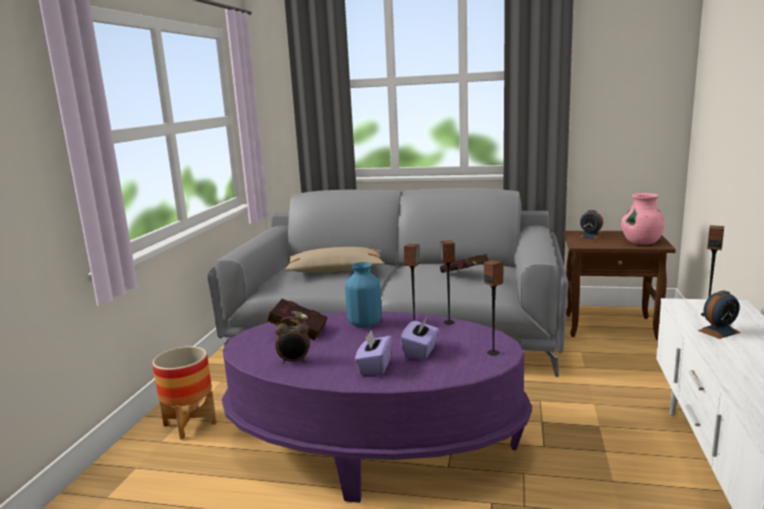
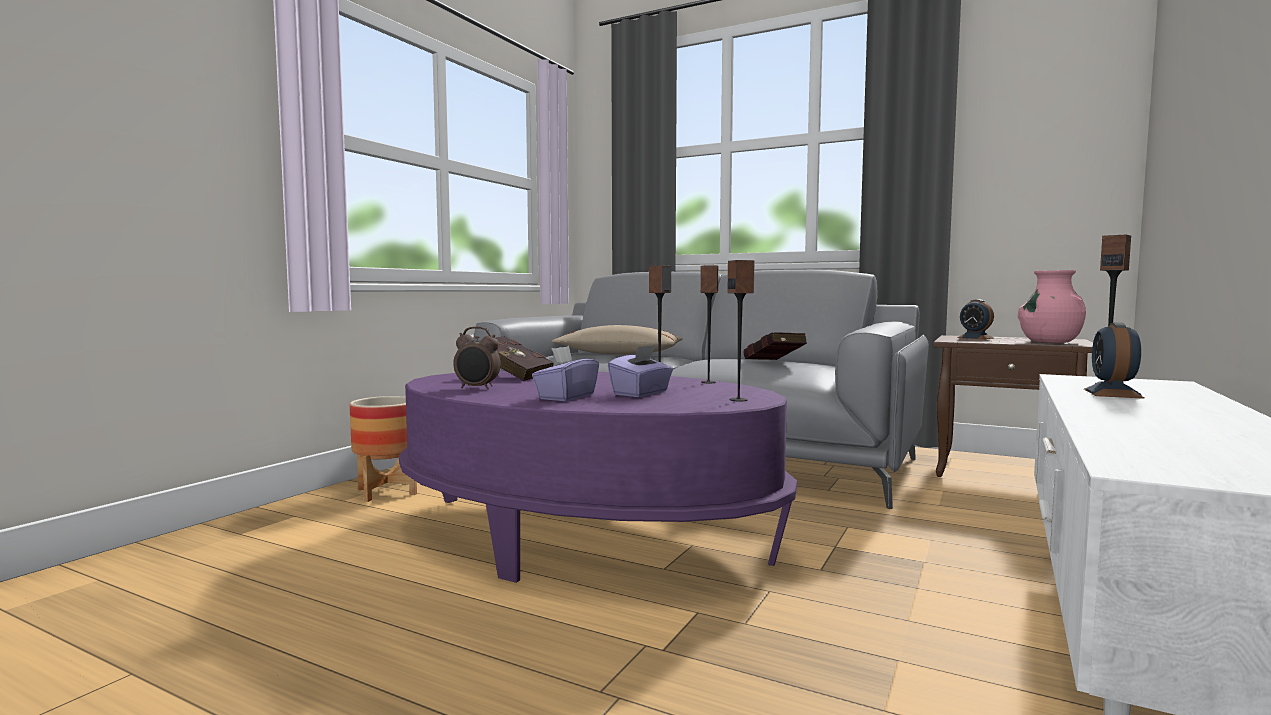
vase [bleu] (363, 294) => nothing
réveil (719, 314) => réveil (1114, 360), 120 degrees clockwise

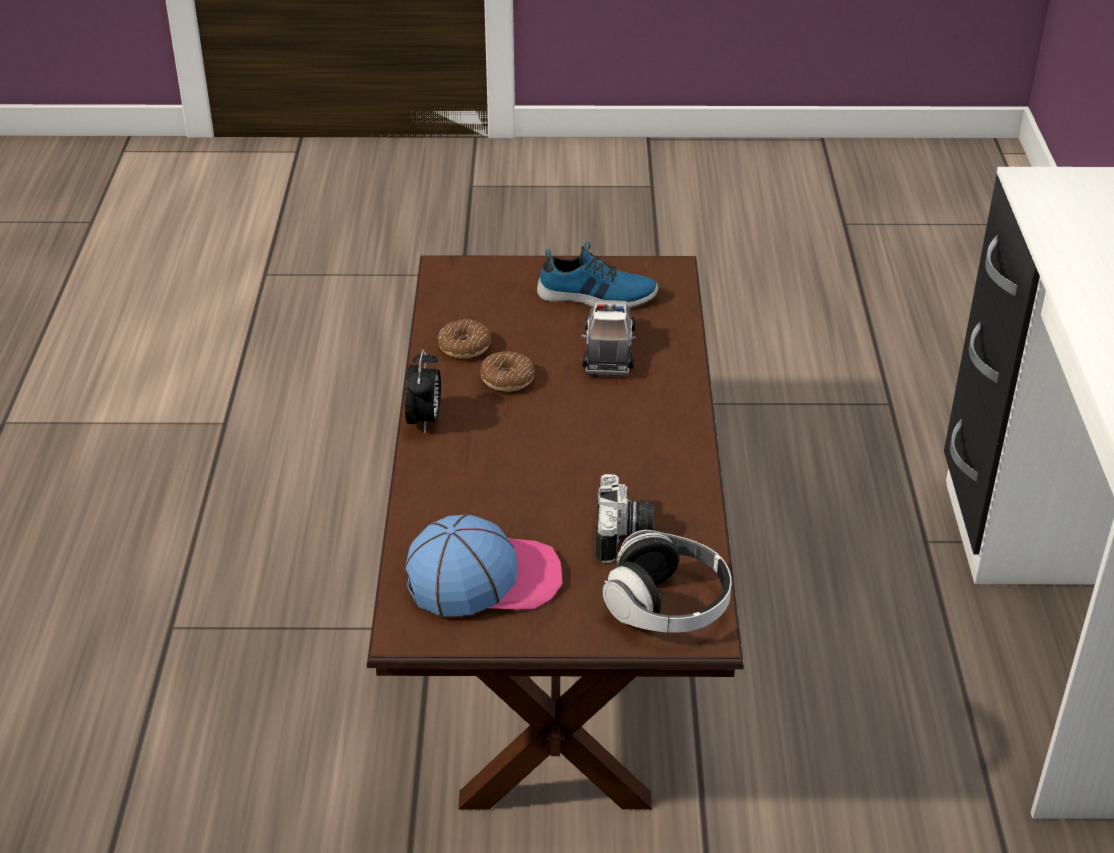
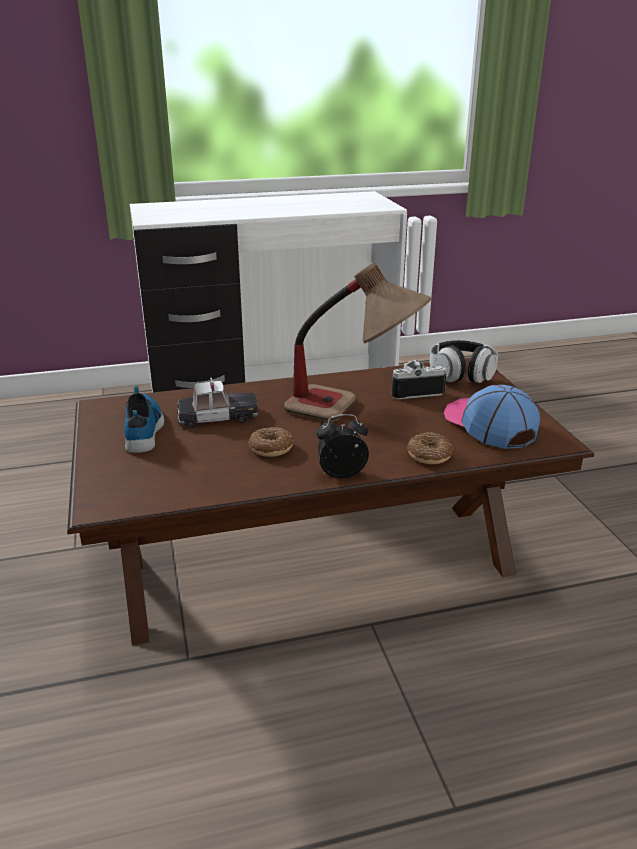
nothing => lampe de table (357, 342)
beignet (464, 339) => beignet (430, 448), moved

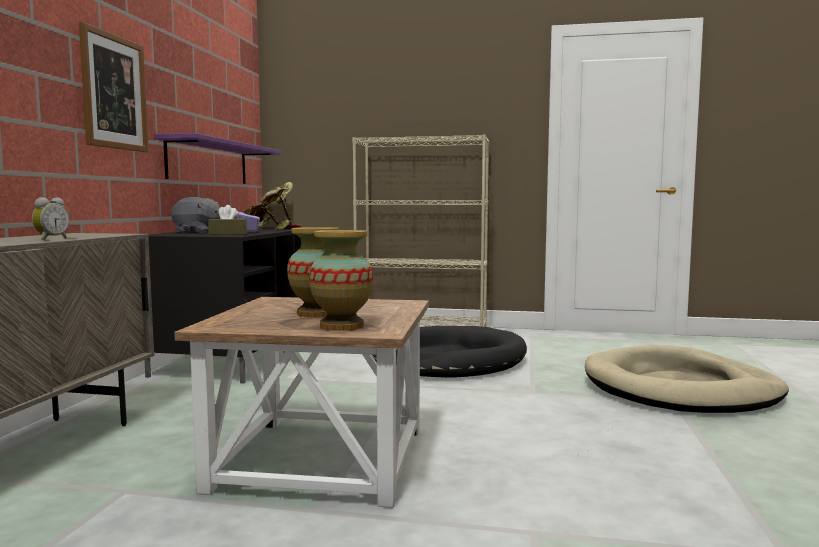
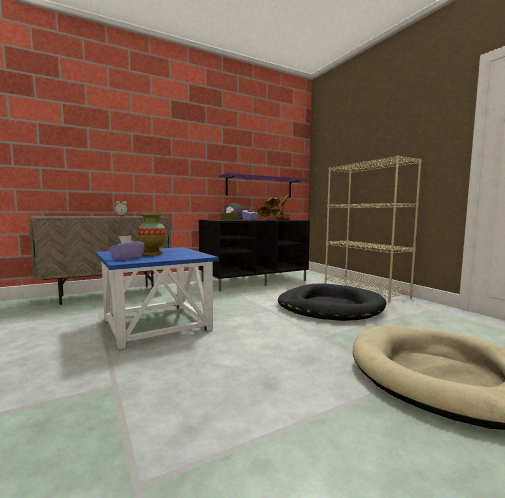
tableau (114, 87) => nothing
vase (341, 280) => boîte à mouchoirs [violet] (127, 247)
table d'appoint [marron] (301, 402) => table d'appoint [bleu] (157, 298)

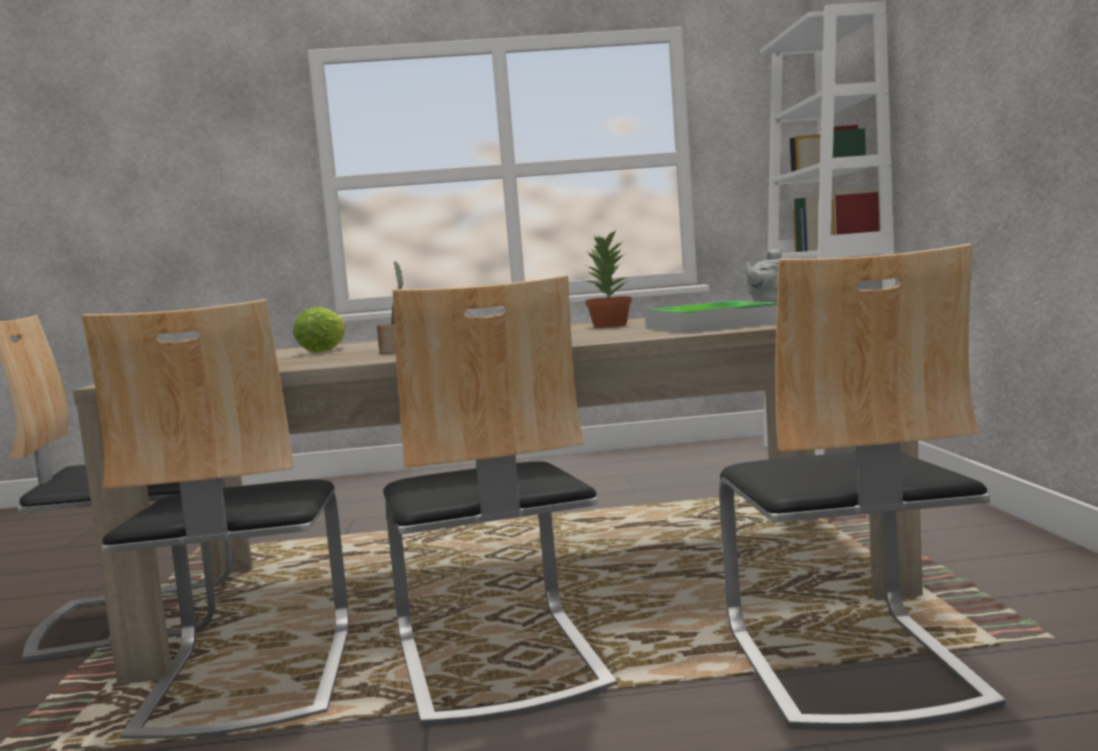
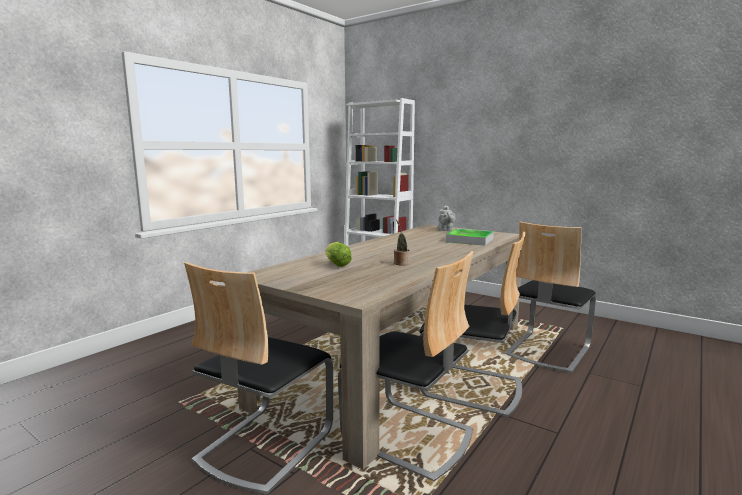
plante en pot (608, 279) => nothing
chaise (862, 486) => chaise (550, 297), 90 degrees clockwise

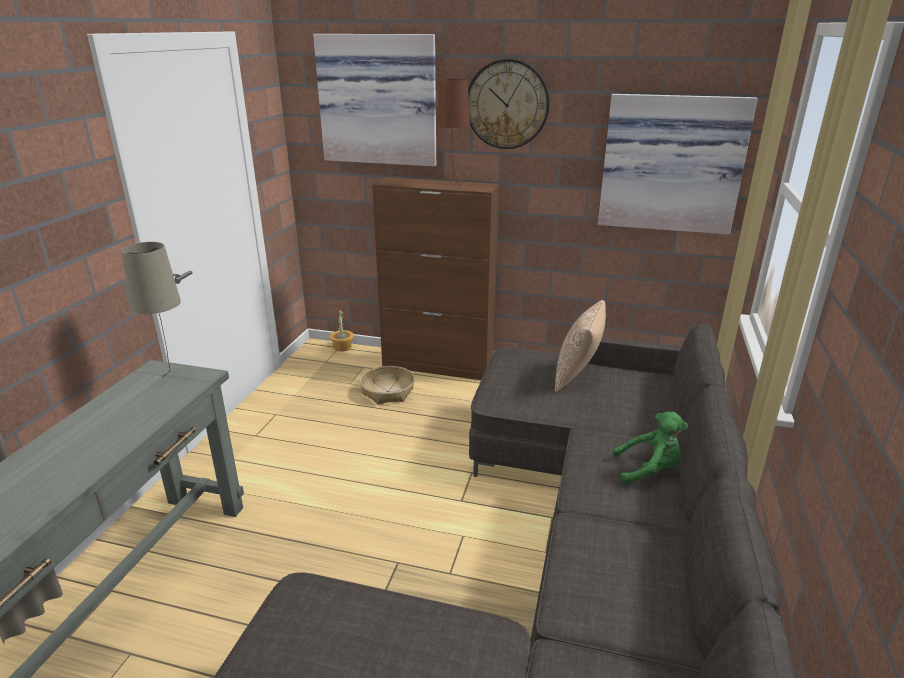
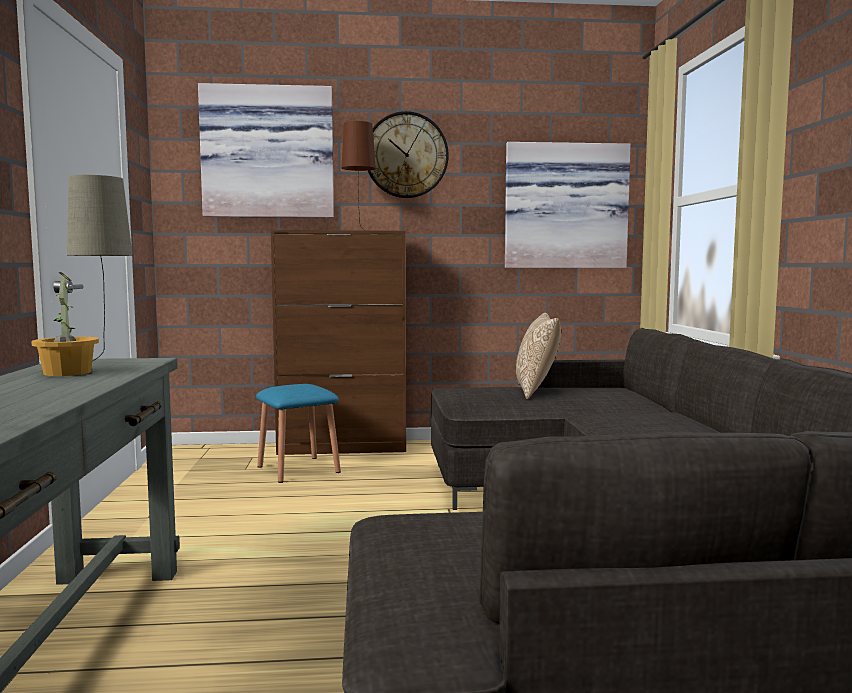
peluche [vert] (650, 448) => nothing
plante en pot (342, 330) => plante en pot (65, 324), moved
panier (387, 385) => tabouret [bleu] (298, 433)

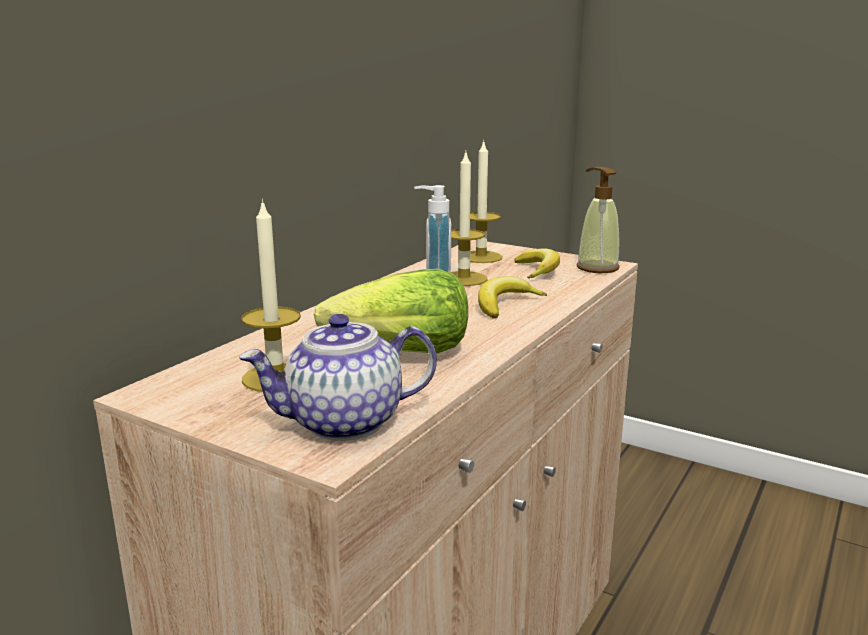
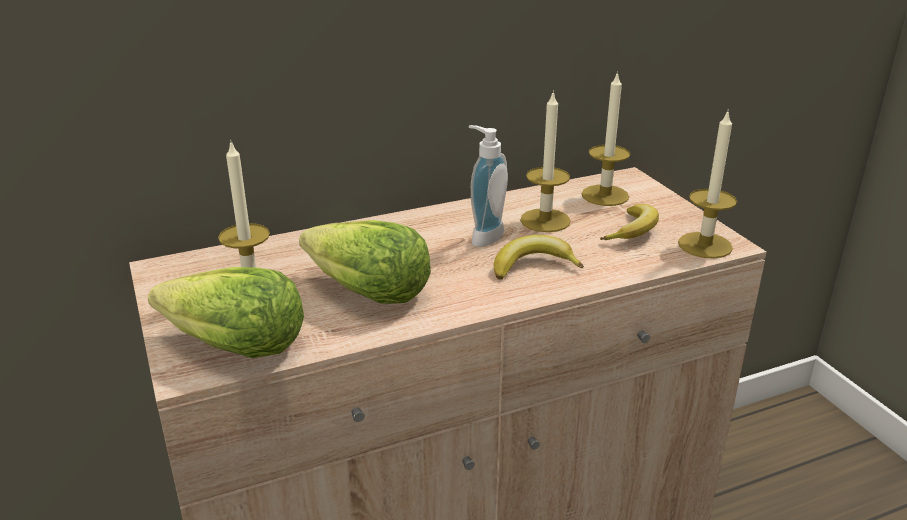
théière (338, 377) => laitue (226, 312)
distributeur de savon (598, 220) => bougie (707, 184)

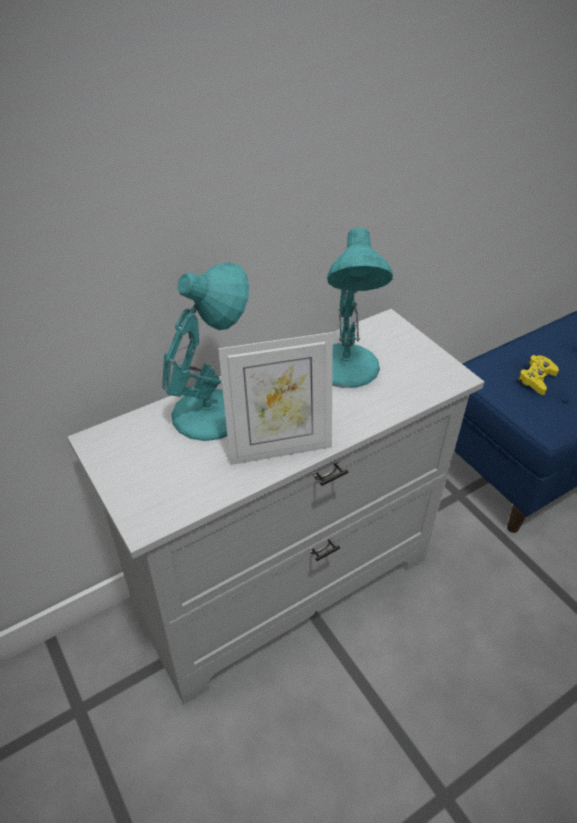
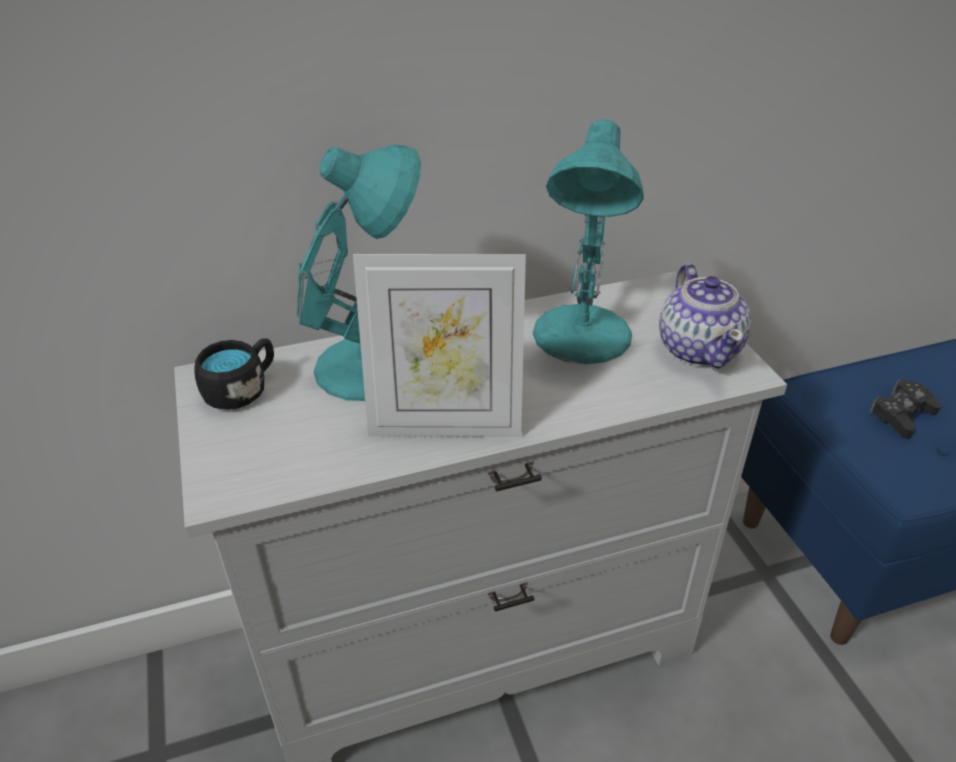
nothing => mug [noir] (234, 374)
nothing => théière (705, 316)
manette [jaune] (538, 375) => manette [noir] (904, 409)

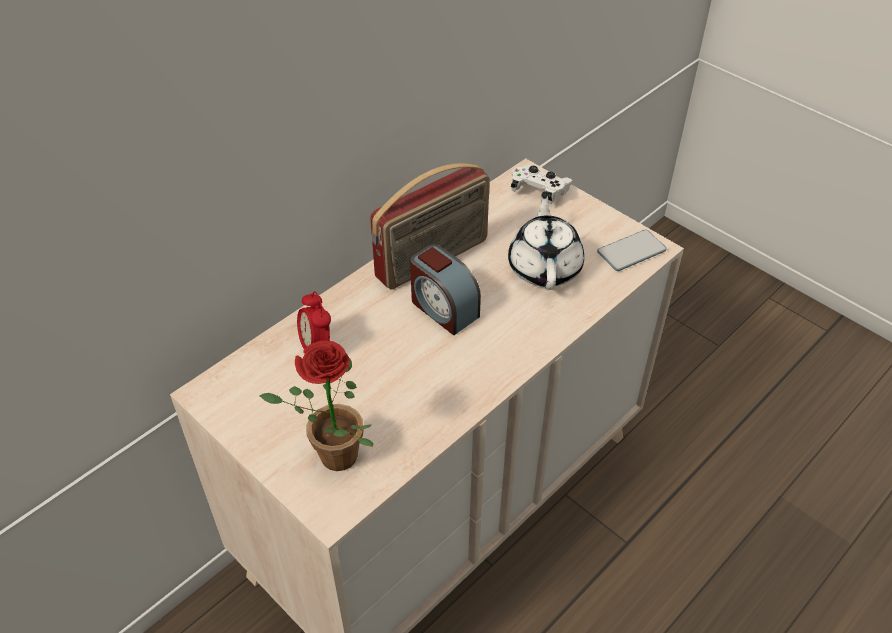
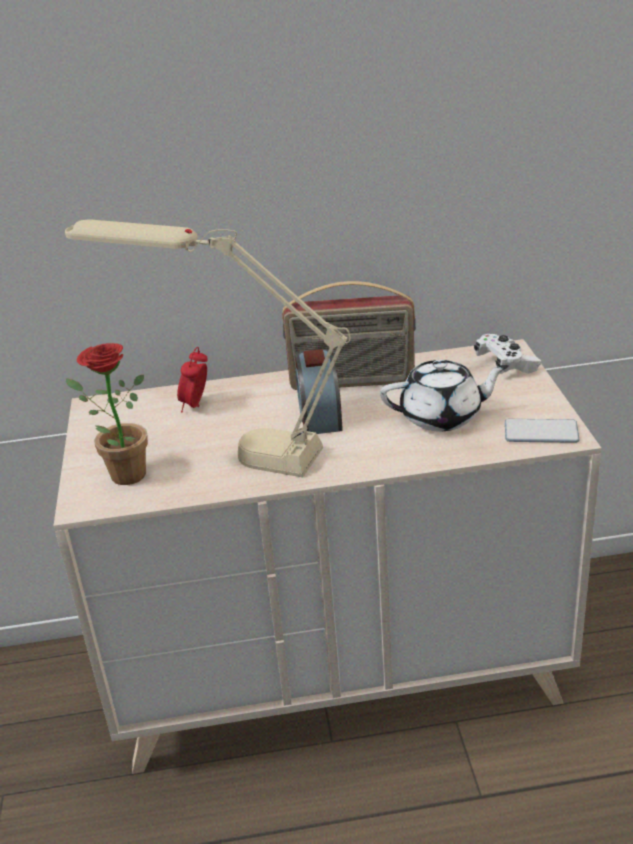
nothing => lampe de table [beige] (208, 348)
théière [blanc] (546, 241) => théière [blanc] (444, 395), 45 degrees clockwise

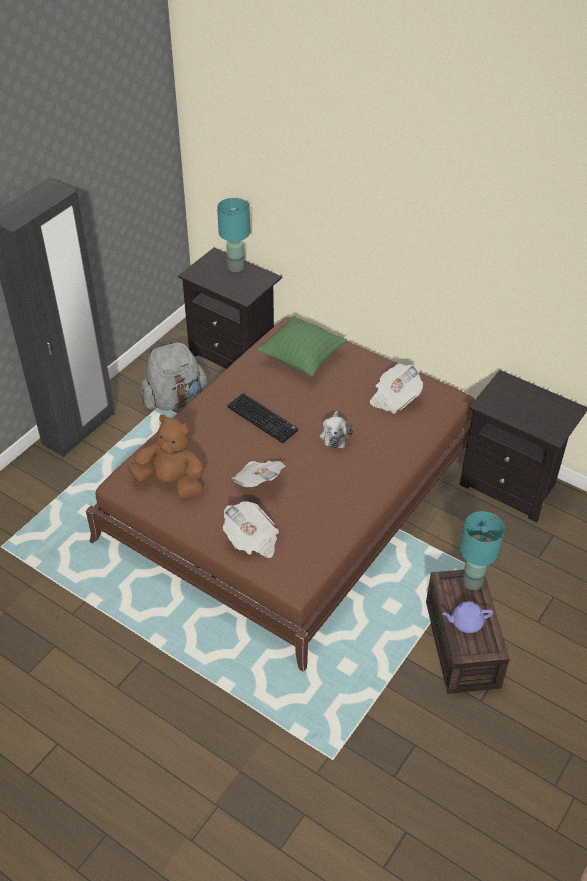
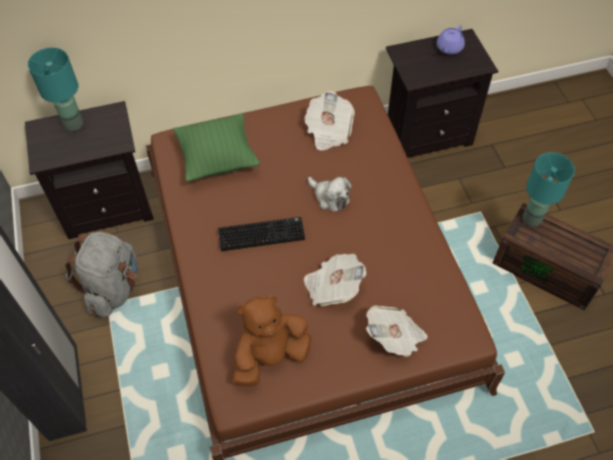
théière [violet] (467, 617) => théière [violet] (451, 40), moved

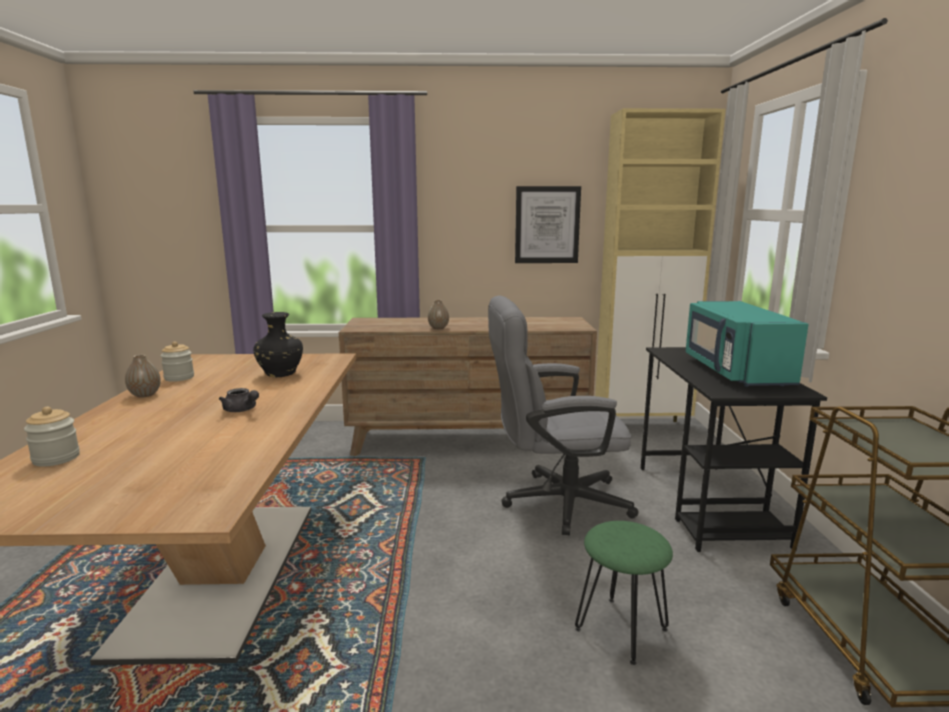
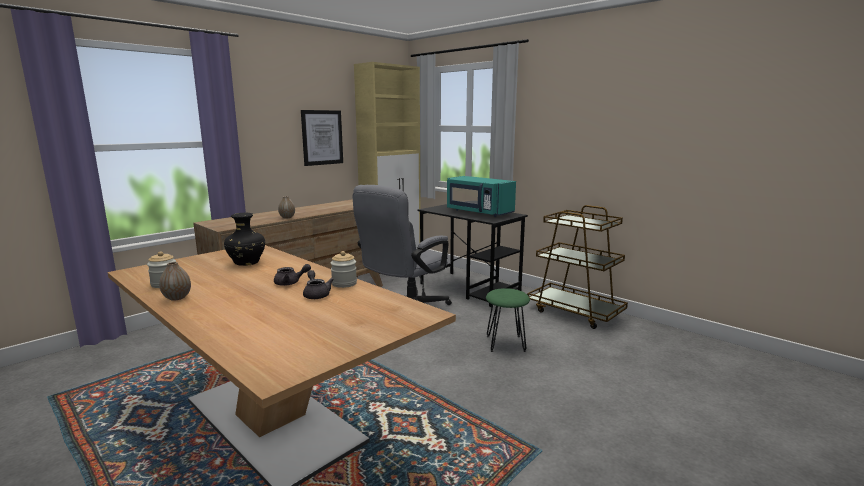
nothing => théière [gris] (318, 284)
bocal (52, 437) => bocal (344, 269), moved

